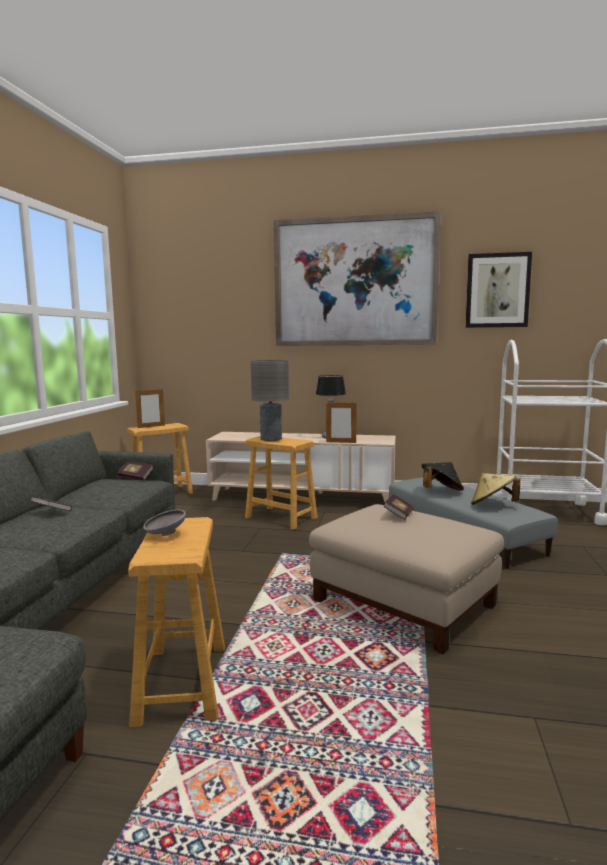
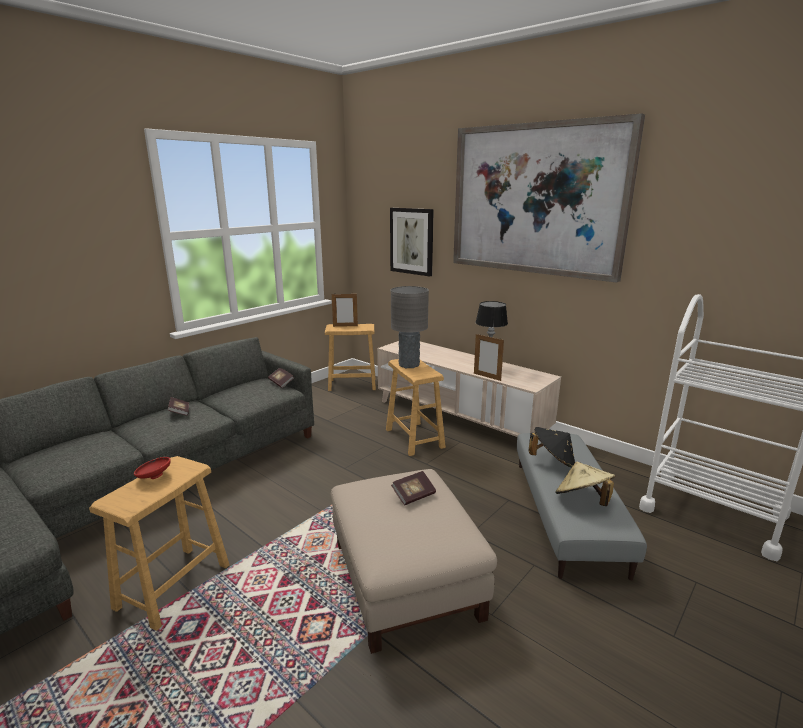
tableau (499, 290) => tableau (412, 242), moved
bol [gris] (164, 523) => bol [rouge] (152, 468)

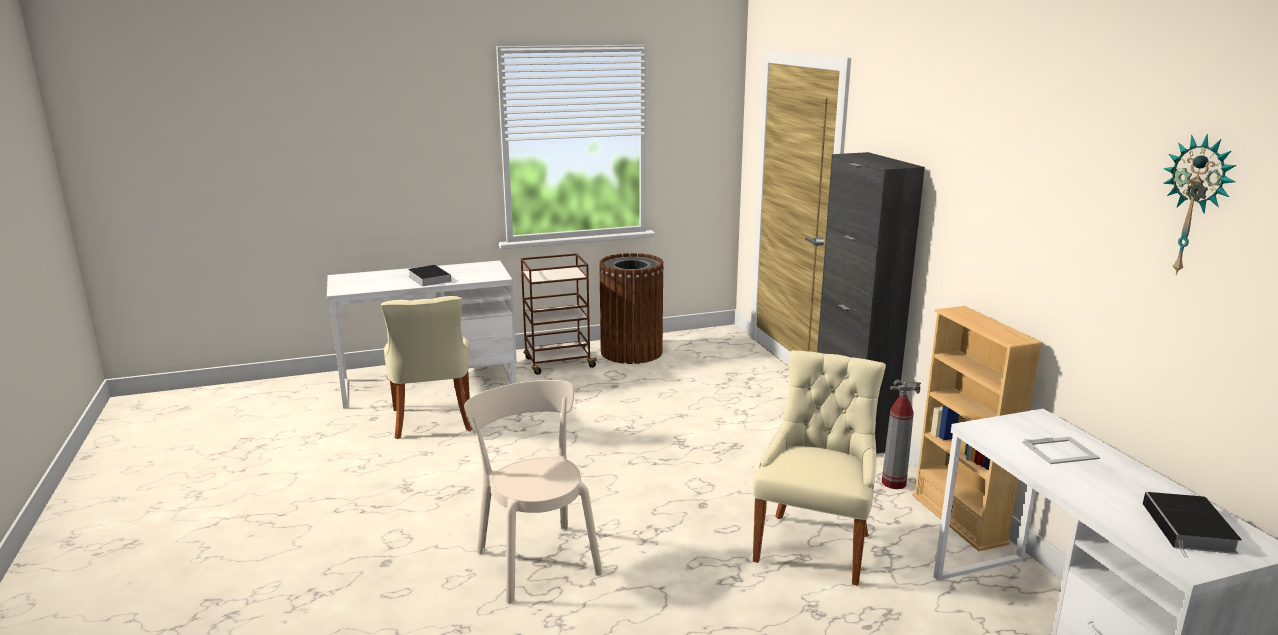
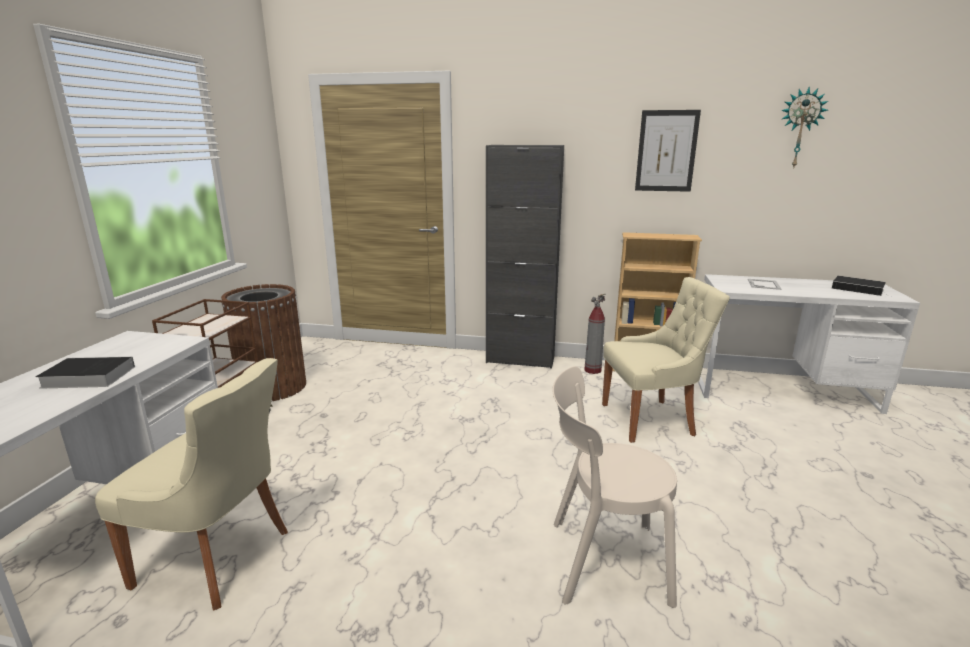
nothing => tableau (668, 151)
chaise [beige] (819, 468) => chaise [beige] (666, 360), 120 degrees clockwise

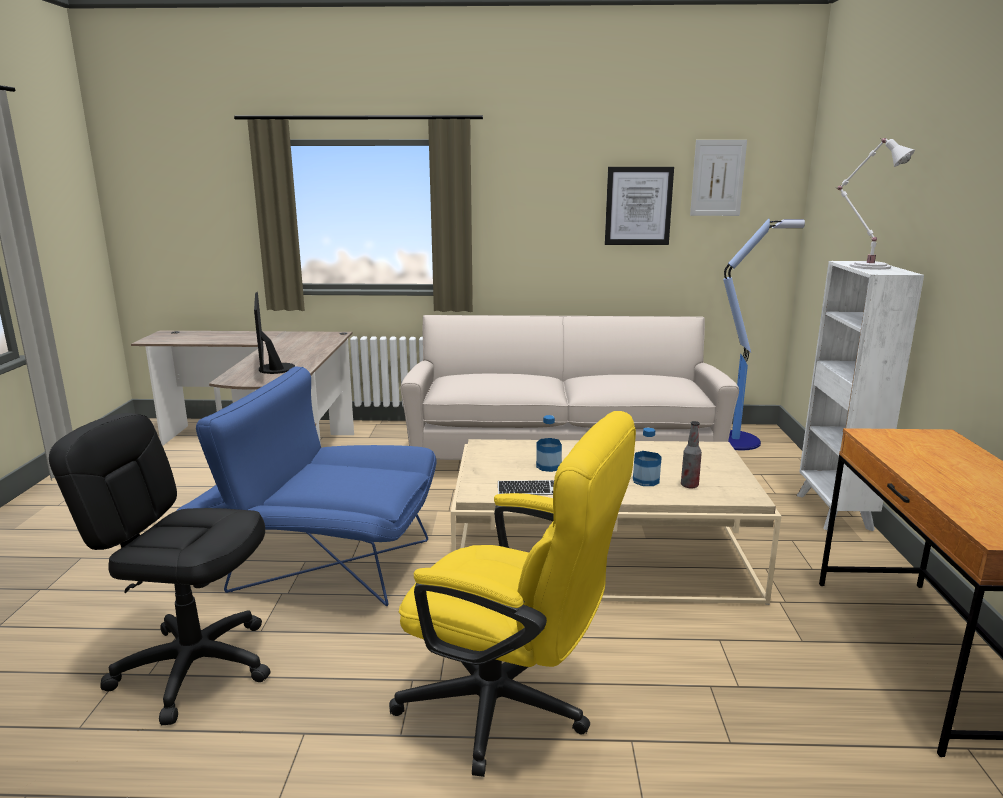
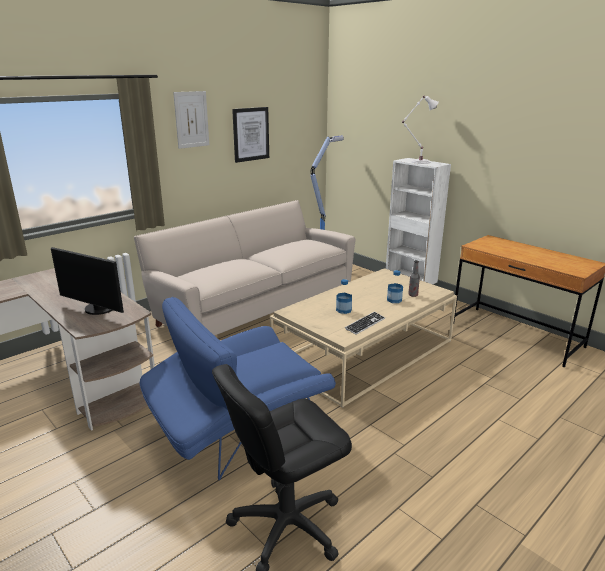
chaise de bureau [jaune] (512, 594) => nothing
tableau (718, 178) => tableau (191, 120), moved

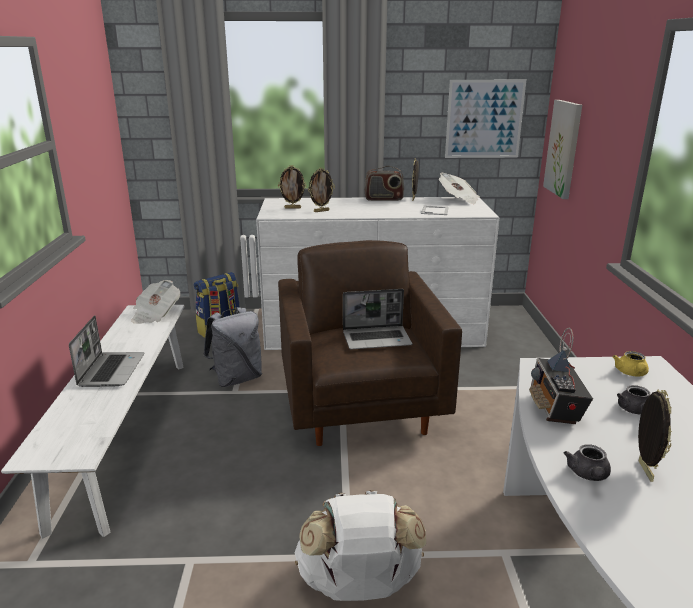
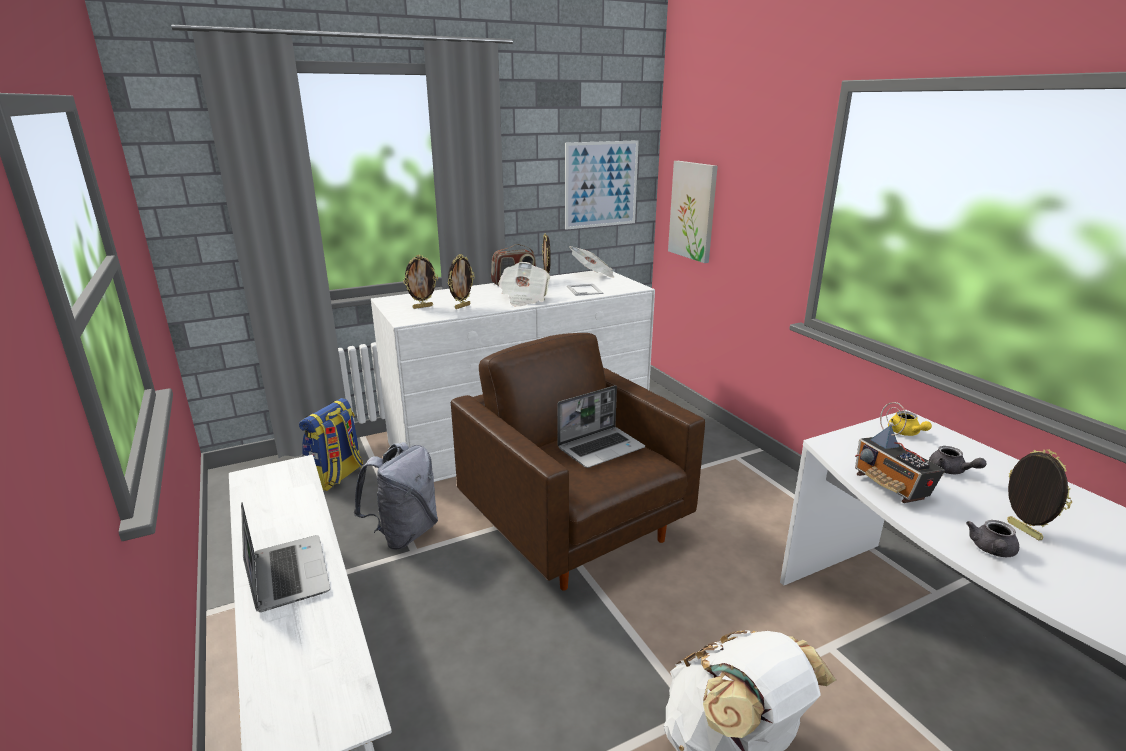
journal (155, 302) => journal (524, 284), moved
théière [gris] (587, 462) => théière [gris] (992, 538), 45 degrees clockwise

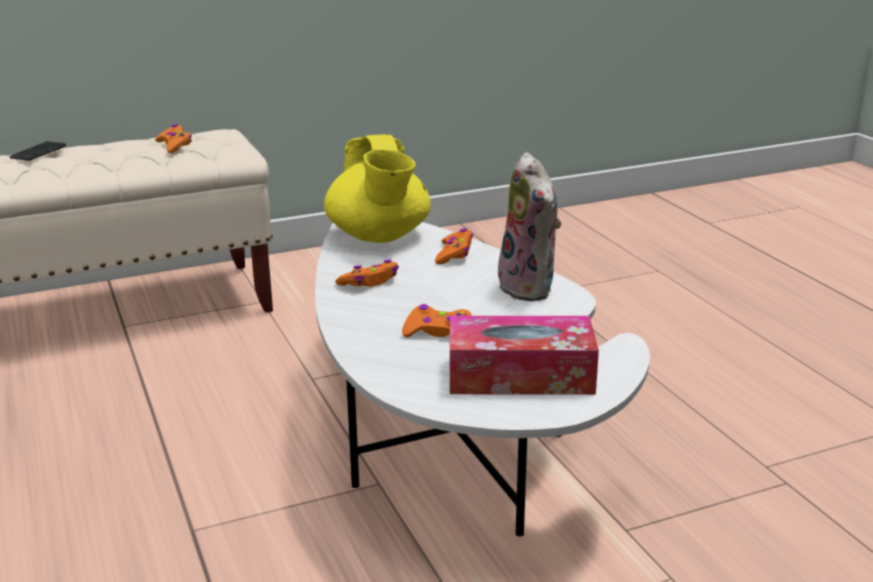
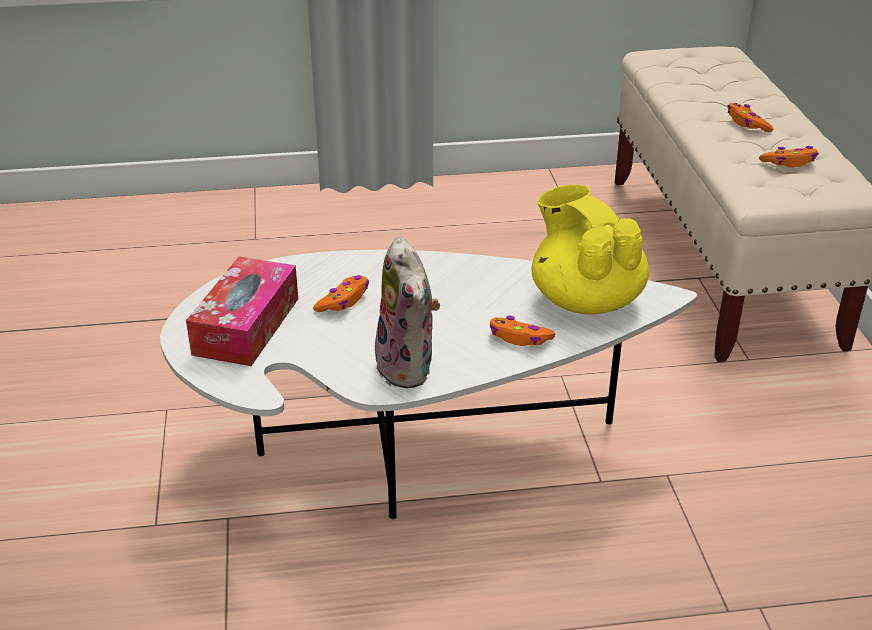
téléphone (38, 151) => nothing
manette [orange] (367, 273) => manette [orange] (751, 117), moved
théière [jaune] (377, 189) => théière [jaune] (590, 250), 60 degrees clockwise
peluche (529, 226) => peluche (407, 312), 105 degrees counterclockwise

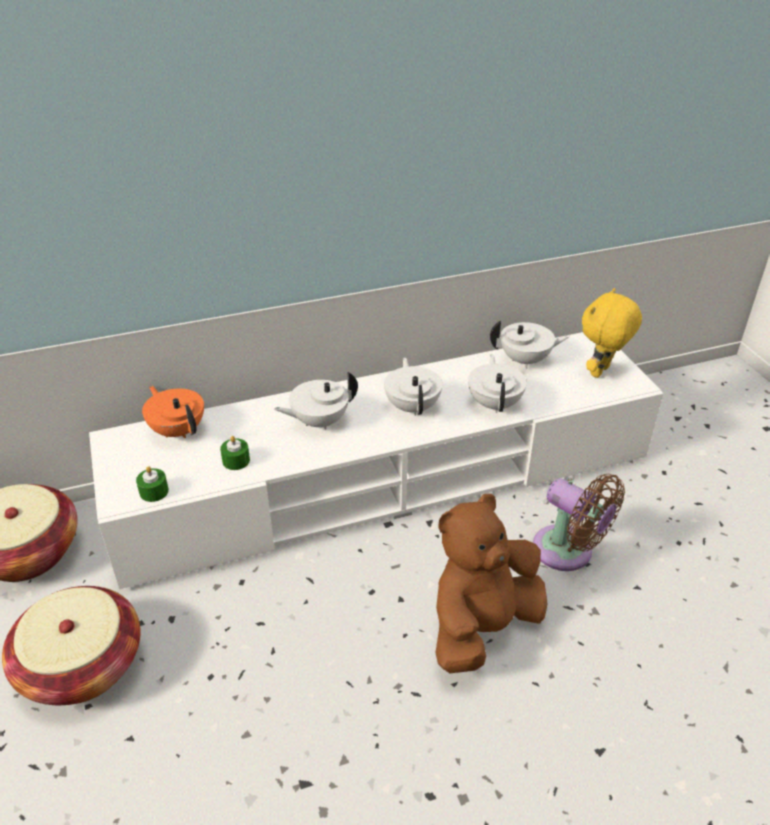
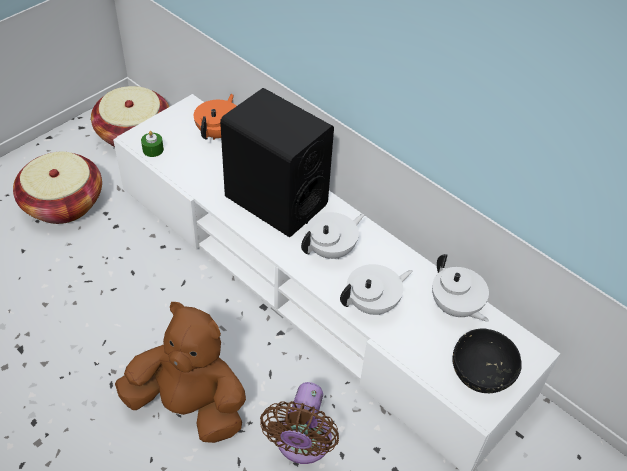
bougie [vert] (235, 453) => nothing
théière [blanc] (316, 401) => enceinte [noir] (277, 162)
peluche [jaune] (612, 333) => bol [noir] (487, 360)

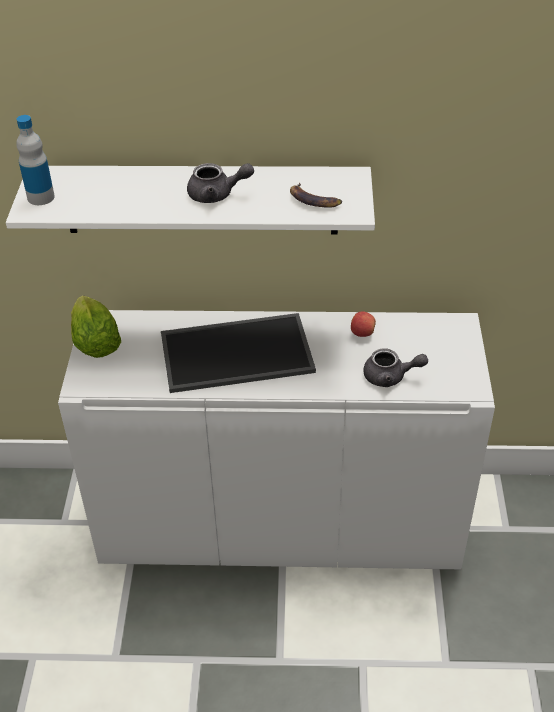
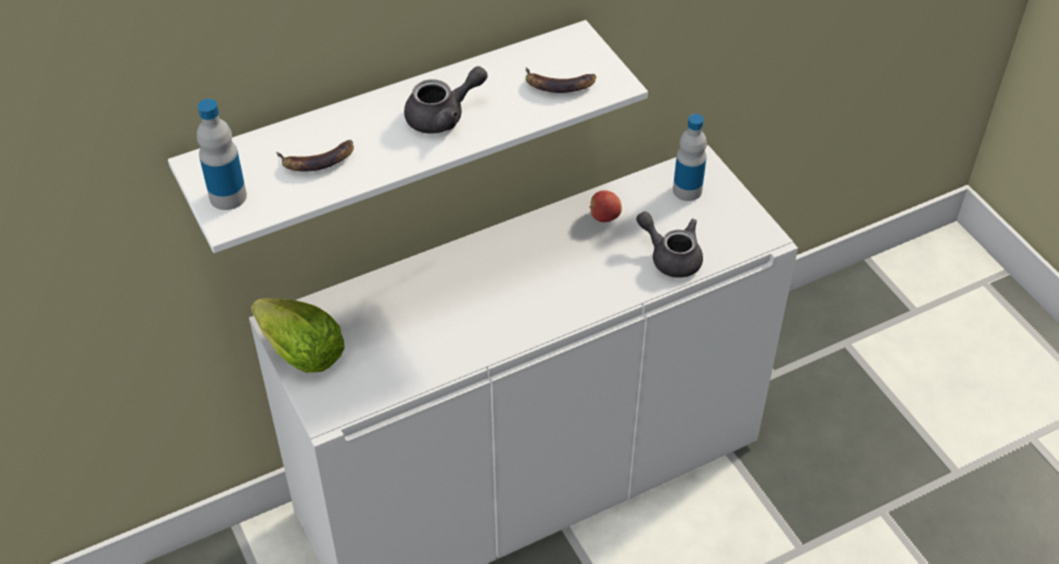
plateau (238, 353) => nothing
nothing => banane (315, 155)
nothing => bouteille (690, 157)
théière [gris] (395, 367) => théière [gris] (669, 244), 120 degrees counterclockwise

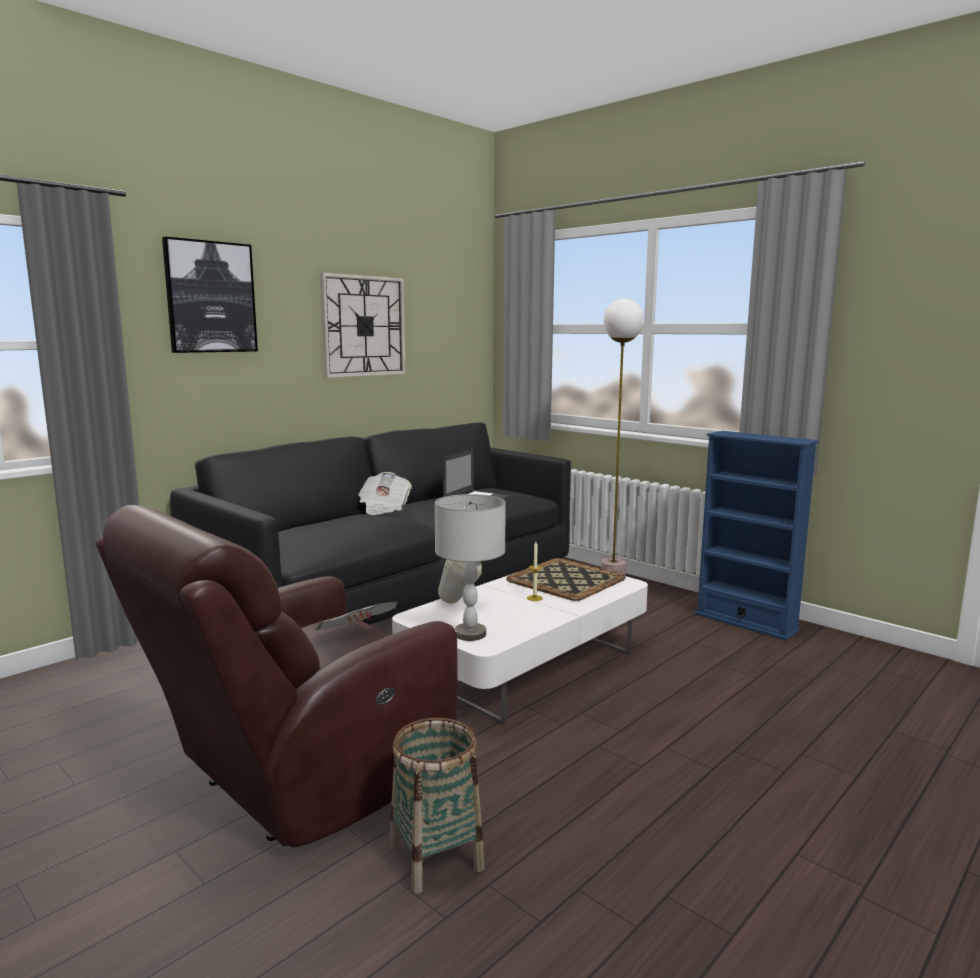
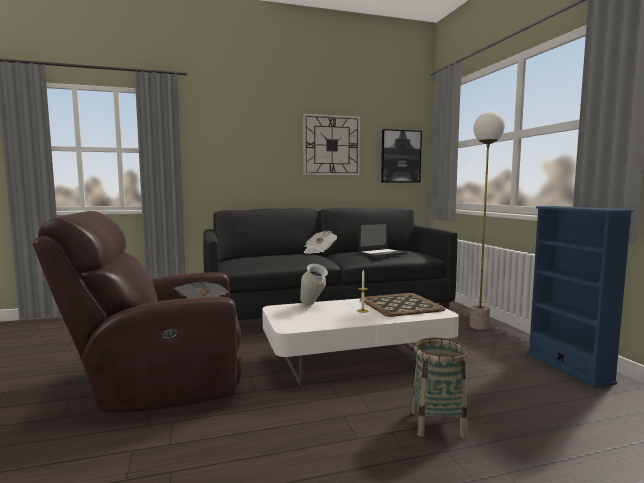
lampe de table [gris] (470, 567) => nothing
tableau (210, 295) => tableau (401, 156), moved
panier (437, 805) => panier (439, 388), moved

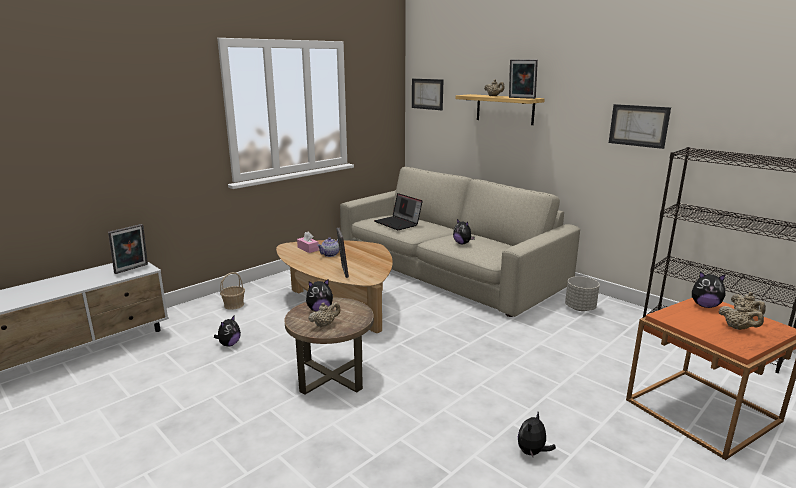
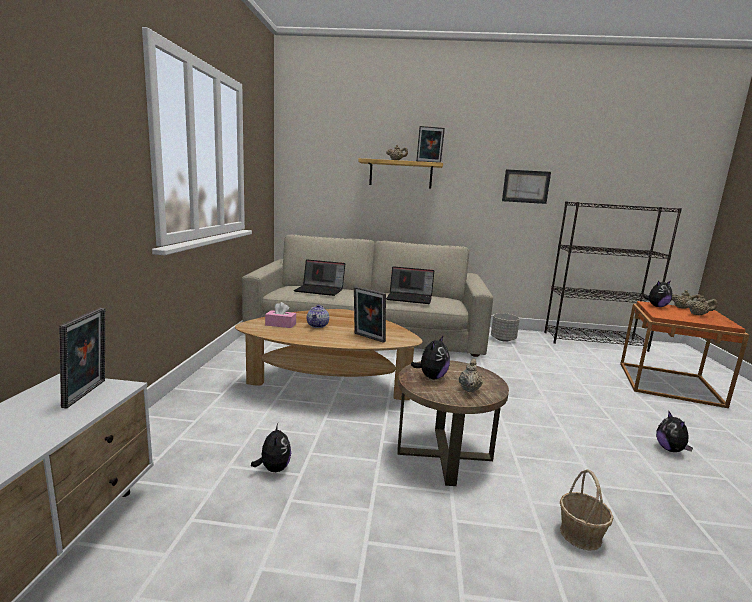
tableau (428, 94) => nothing
panier (232, 291) => panier (586, 510), moved
peluche (464, 231) => ordinateur portable (410, 285)

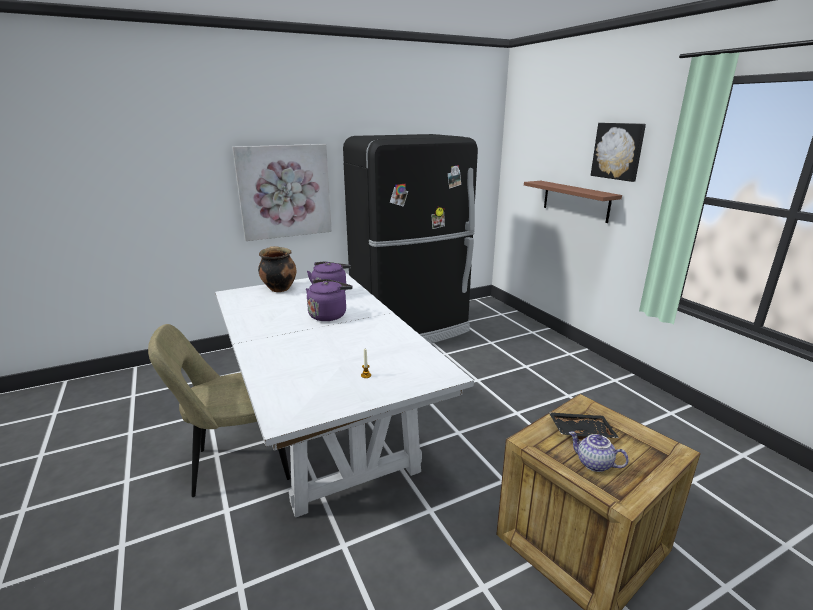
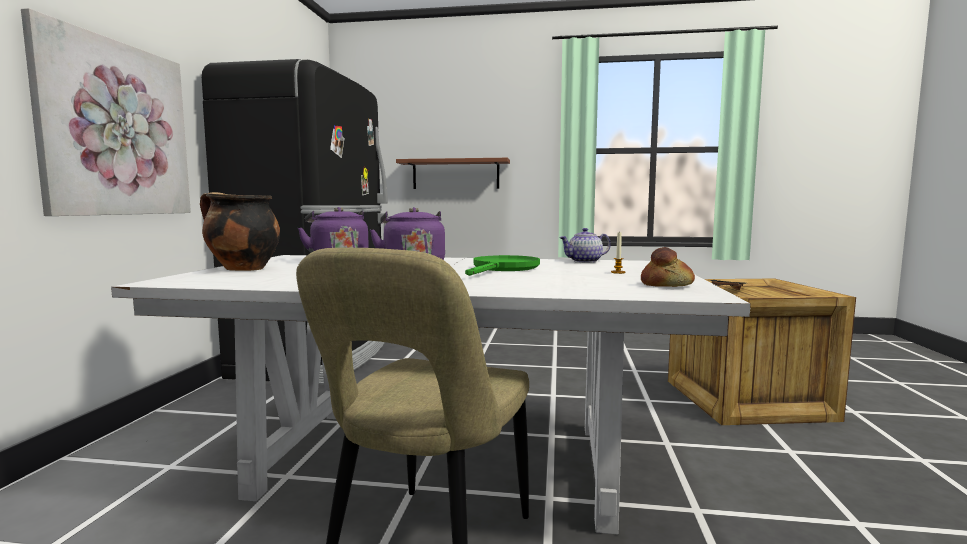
tableau (618, 152) => nothing
nothing => poêle [vert] (502, 265)
nothing => pain (668, 267)
théière (599, 451) => théière (585, 245), moved

